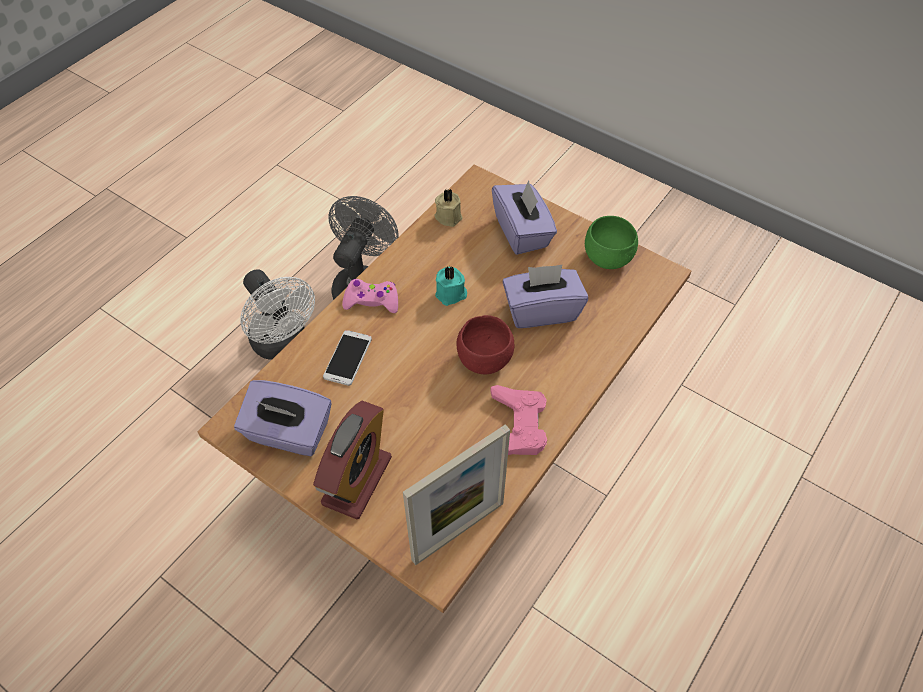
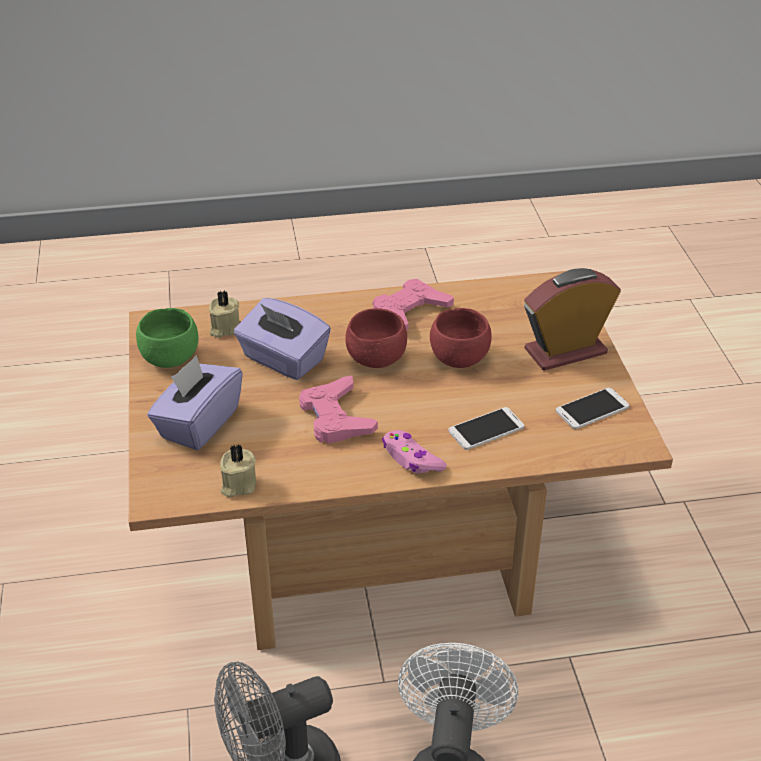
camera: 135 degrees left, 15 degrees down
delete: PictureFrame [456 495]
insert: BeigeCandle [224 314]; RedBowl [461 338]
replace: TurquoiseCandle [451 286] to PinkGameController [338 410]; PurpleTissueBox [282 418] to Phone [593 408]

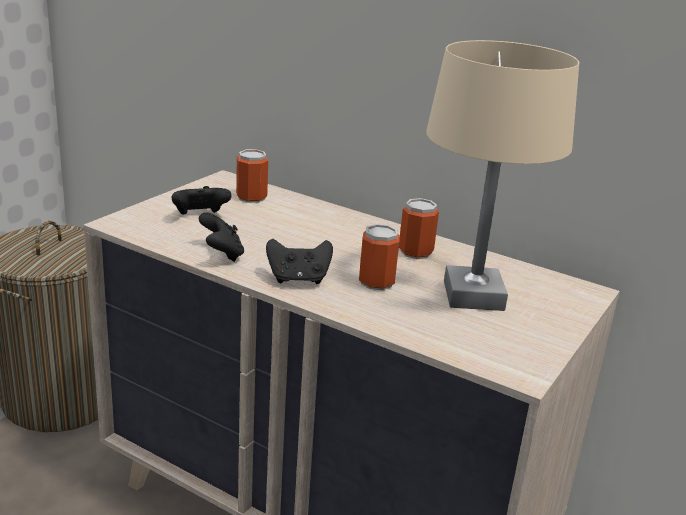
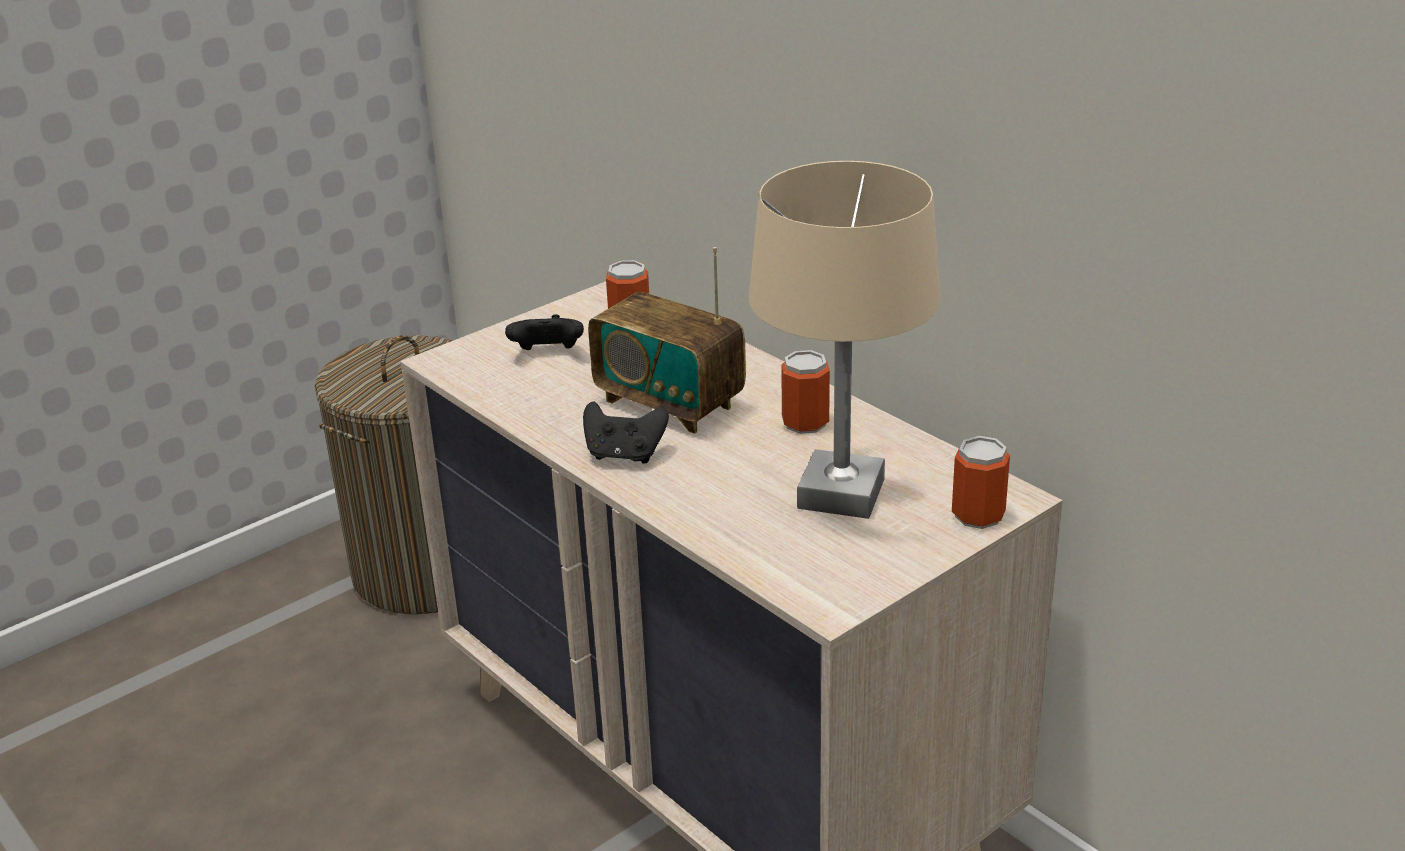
camera: 20 degrees right, 5 degrees up
delete: BlackGameController [221 237]
insert: Radio [667 340]
move: Can [379 257] to [981 482]

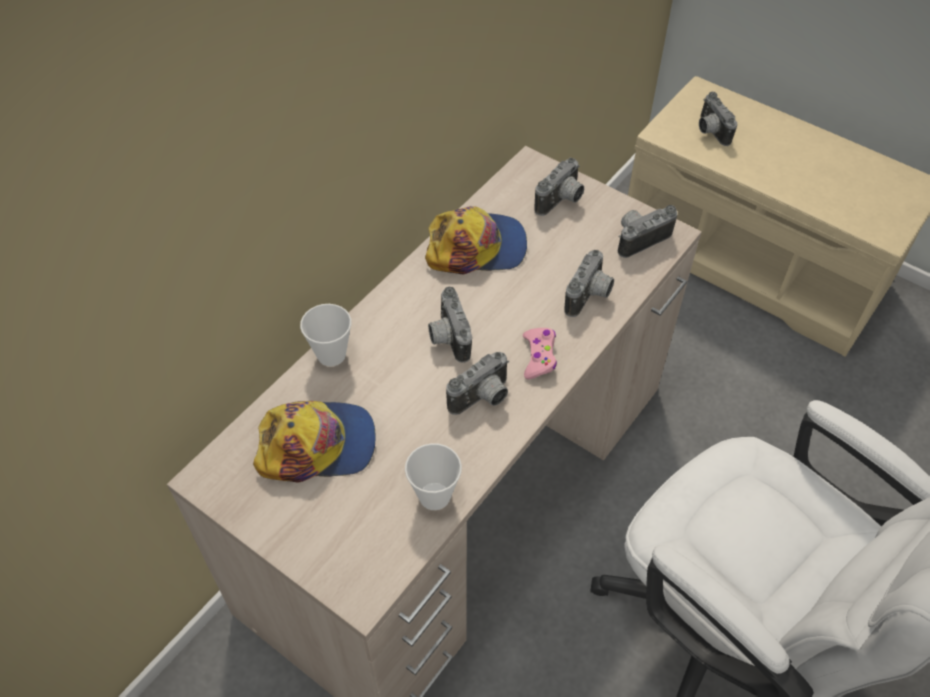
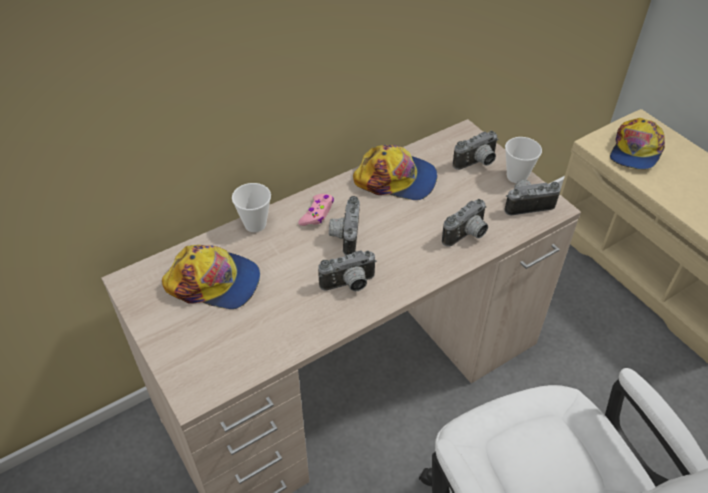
camera: 20 degrees right, 5 degrees down
move: PinkGameController [540 354] to [316 210]; Cup [433 476] to [523 160]
replace: PhotoCamera [718 119] to Cap [637 143]

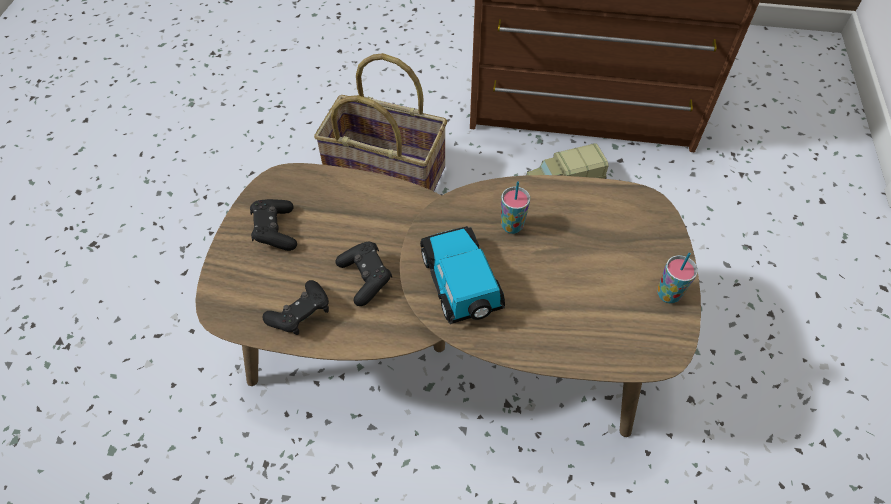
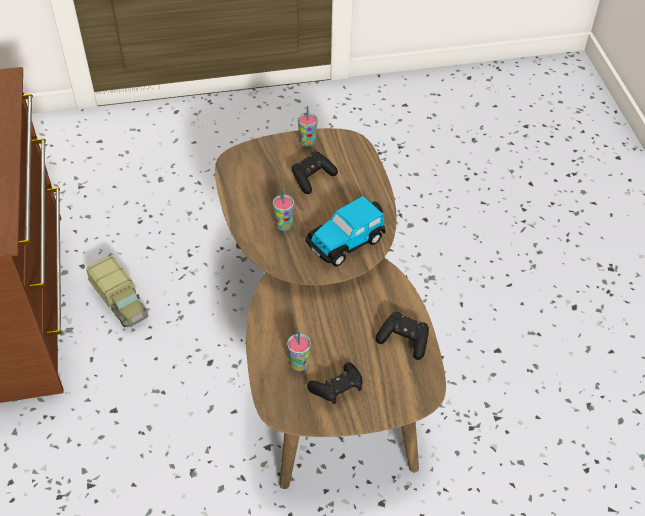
camera: 110 degrees left, 5 degrees down
delete: Basket [380 122]
insert: Cup [299 351]
move: BlackGameController [364 274] to [315 172]

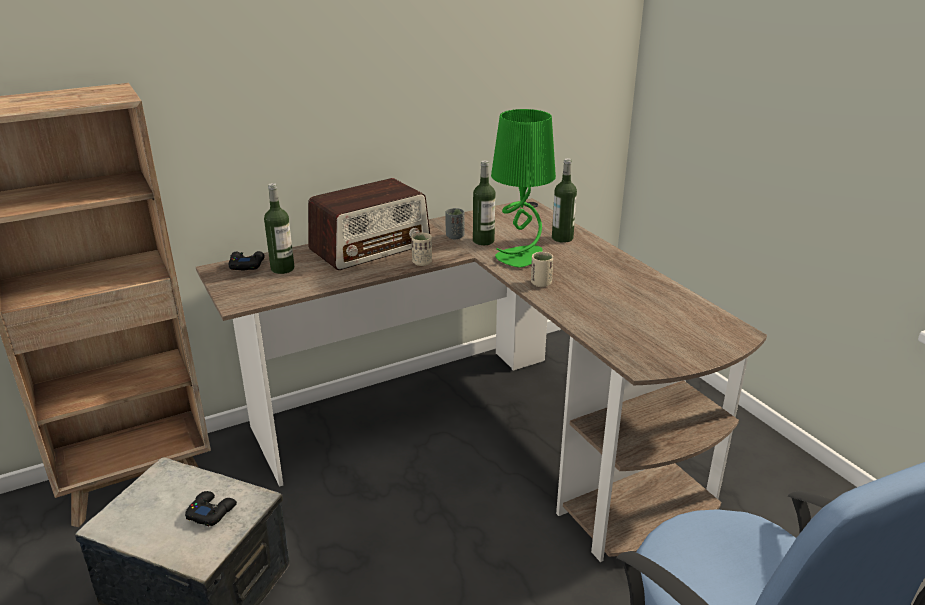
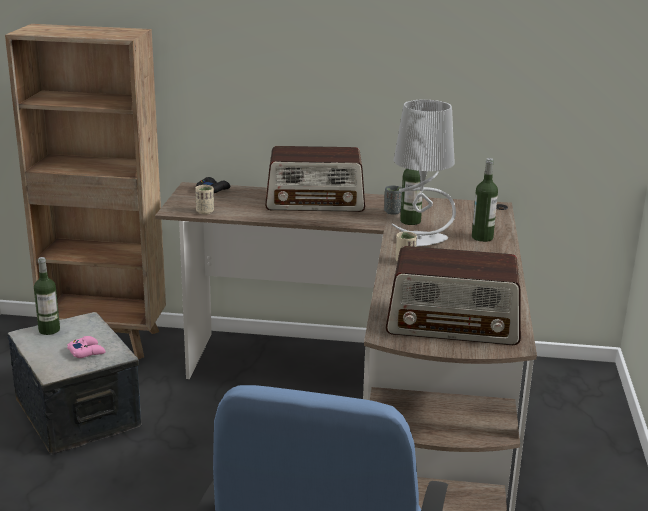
camera: 35 degrees right, 5 degrees down
insert: Radio [453 295]
move: Bottle [279 228] to [47 296]; BeigeCup [421 249] to [205 199]
recolor: GreenTableLamp [523 188] to GreyTableLamp [424 173]; BlackGameController [211 508] to PinkGameController [86 347]

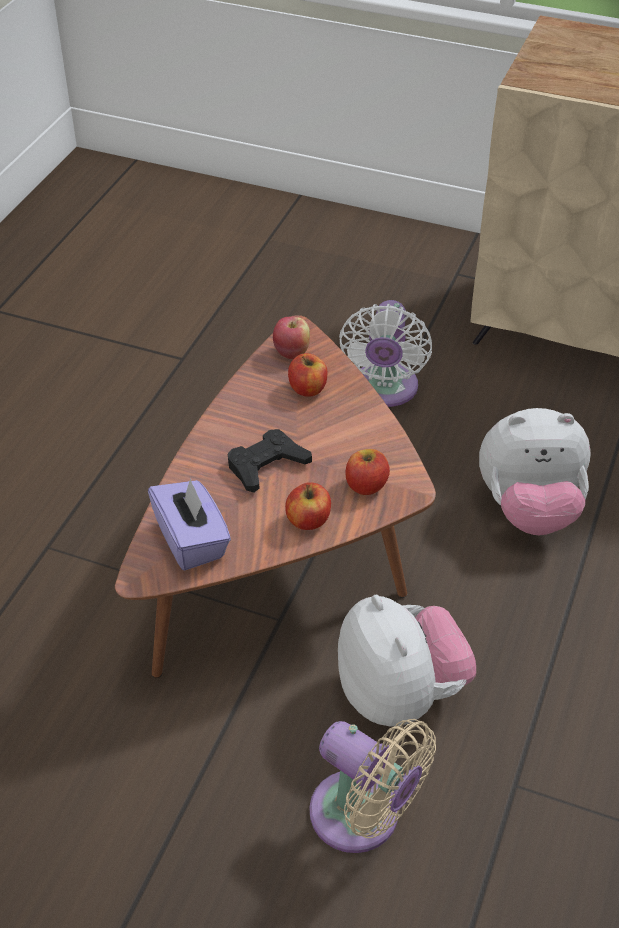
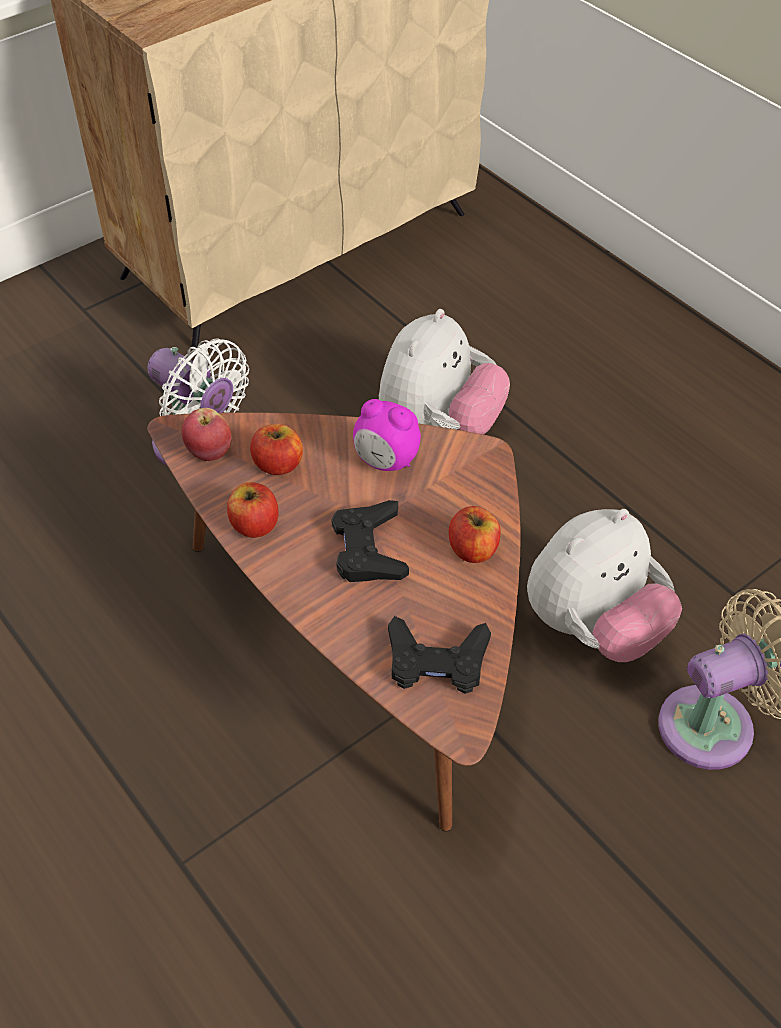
camera: 60 degrees left, 5 degrees up
insert: AlarmClock [387 435]
move: Apple [367 472] to [253 510]
replace: PurpleTissueBox [189 524] to BlackGameController [439 655]
rotate: PlushToy [407 660] = [604 585] 135 degrees clockwise

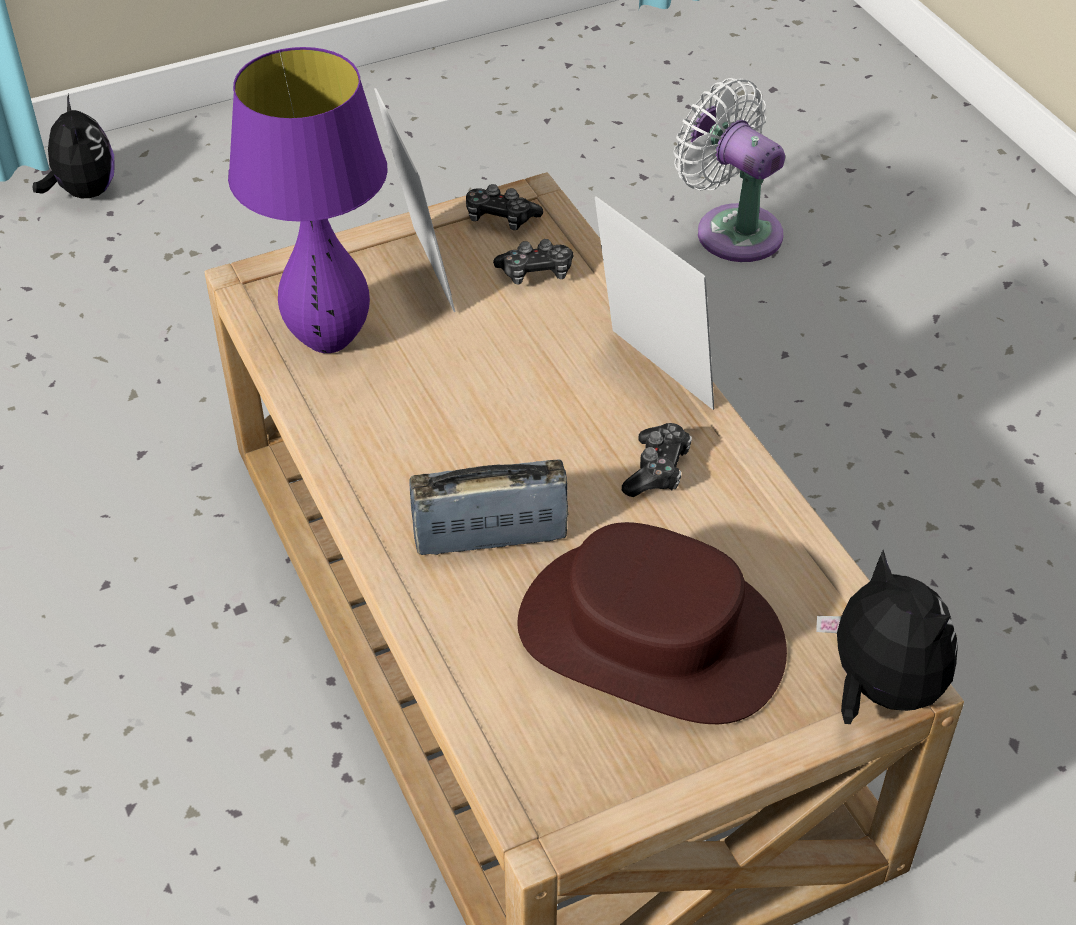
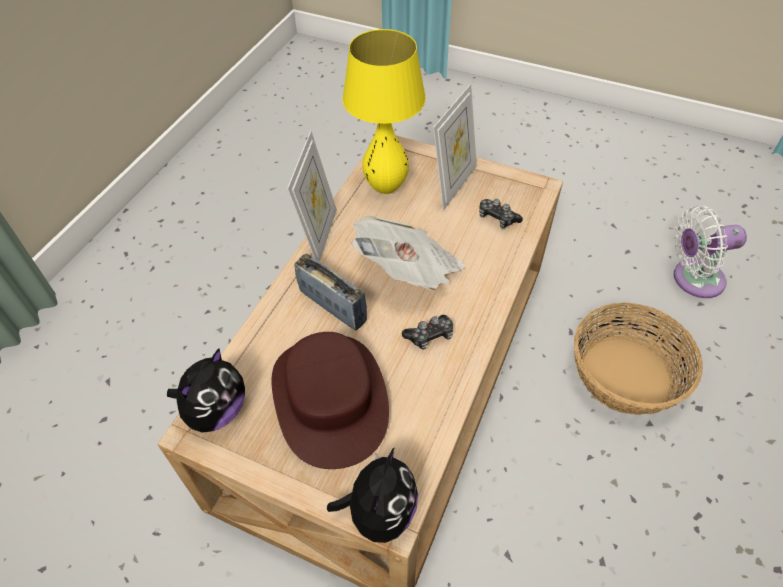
camera: 50 degrees right, 5 degrees up
delete: GameController [504 207]
insert: Newspaper [408 253]; Basket [638 358]
move: PlushToy [73 146] to [206 390]; PictureFrame [654 303] to [312 196]
recolor: PurpleTableLamp [308 200] to YellowTableLamp [384 111]
rotate: WhiteFan [729 170] = [710 251] 105 degrees counterclockwise

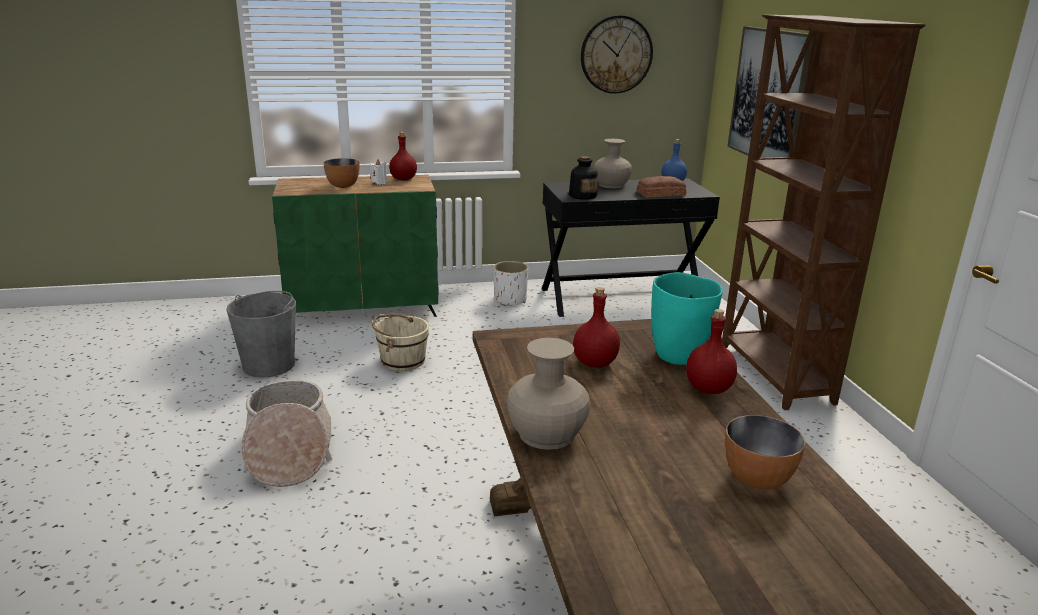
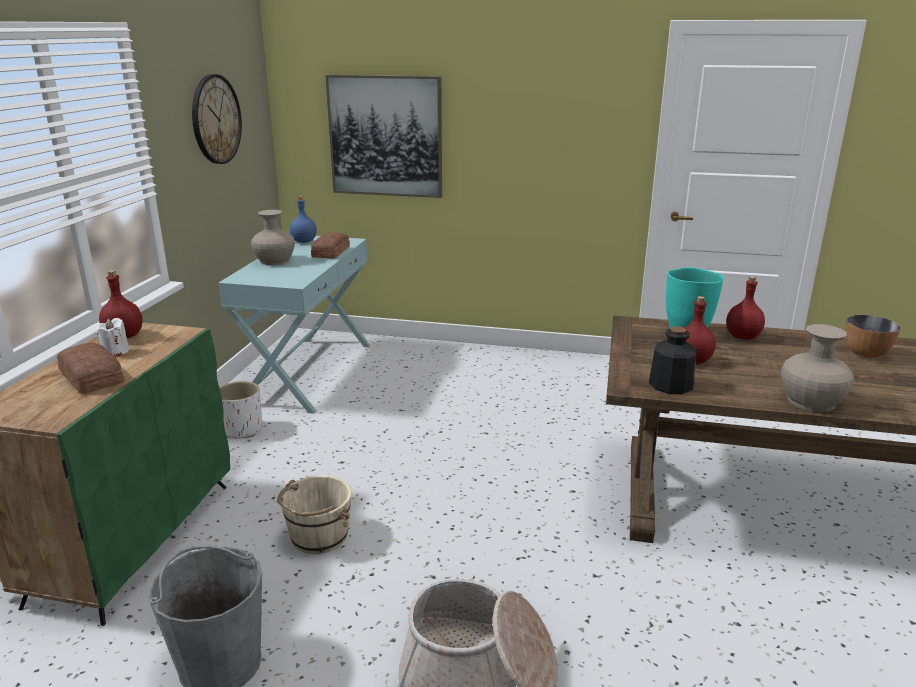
camera: 65 degrees left, 0 degrees up
delete: BrownBookcase [824 212]
move: Bottle [583 178] to [673 360]
replace: Bowl [341 173] to Bread [90 368]
recolor: BlackConsoleTable [631 247] to TurquoiseConsoleTable [294 325]

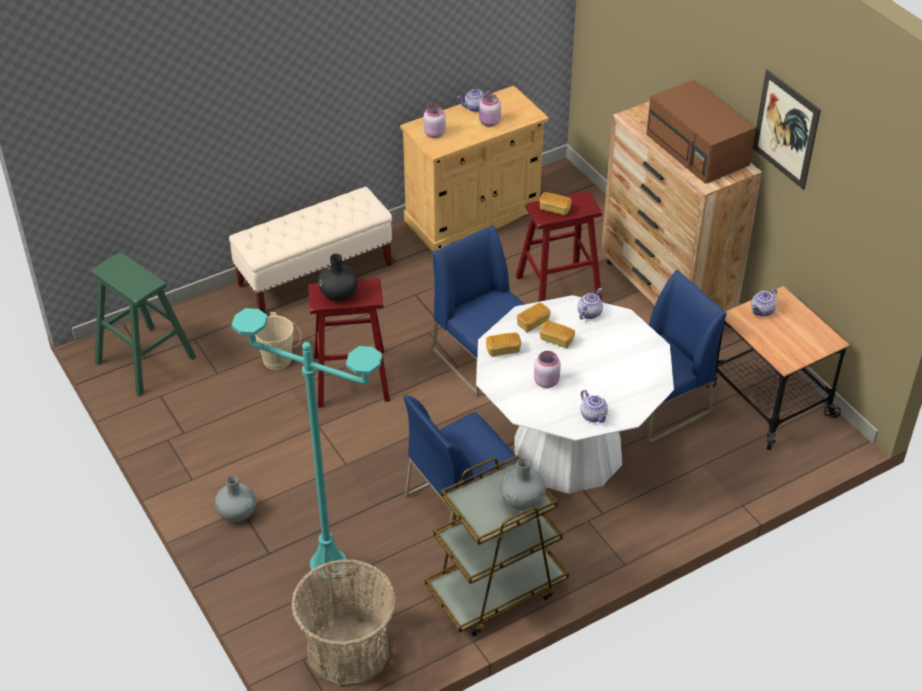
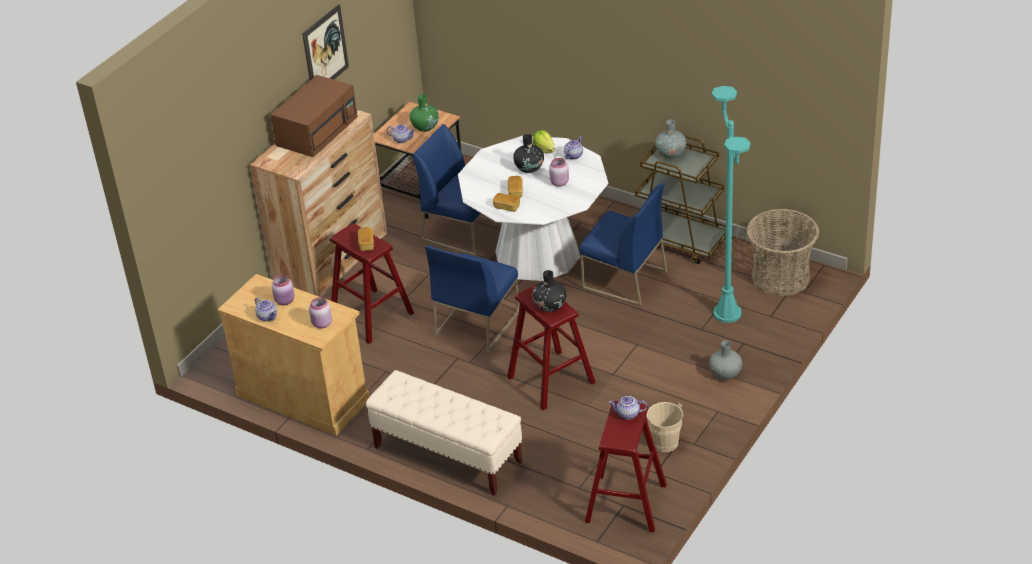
camera: 115 degrees left, 5 degrees down
delete: Bread [503 344]
insert: GreenVase [424 113]; Lettuce [544 142]; BlackVase [528 153]
move: Teapot [590 304] to [628 408]; BeigeBucket [278 341] to [665 427]
recolor: GreenStool [143 324] to RedStool [626 467]

